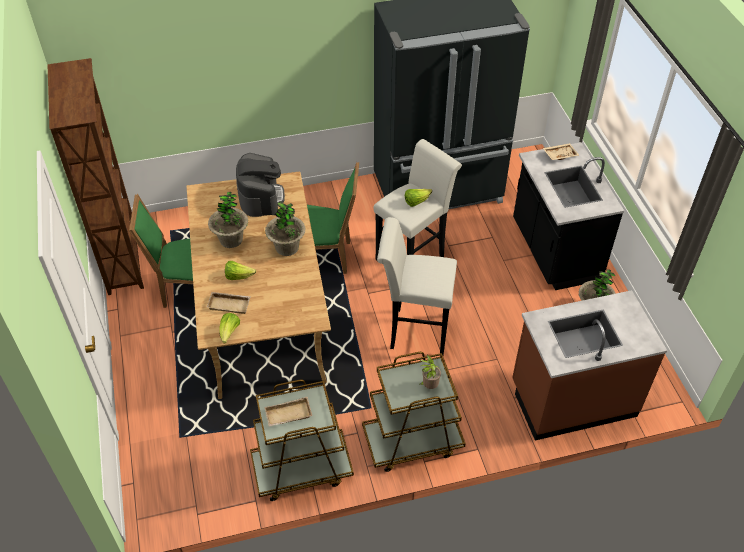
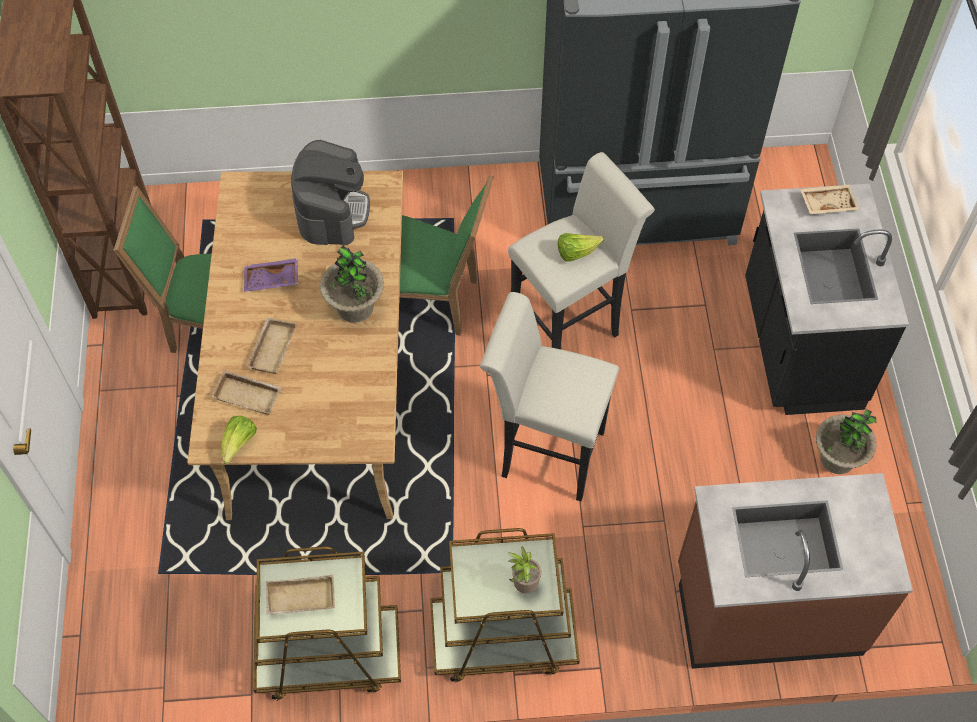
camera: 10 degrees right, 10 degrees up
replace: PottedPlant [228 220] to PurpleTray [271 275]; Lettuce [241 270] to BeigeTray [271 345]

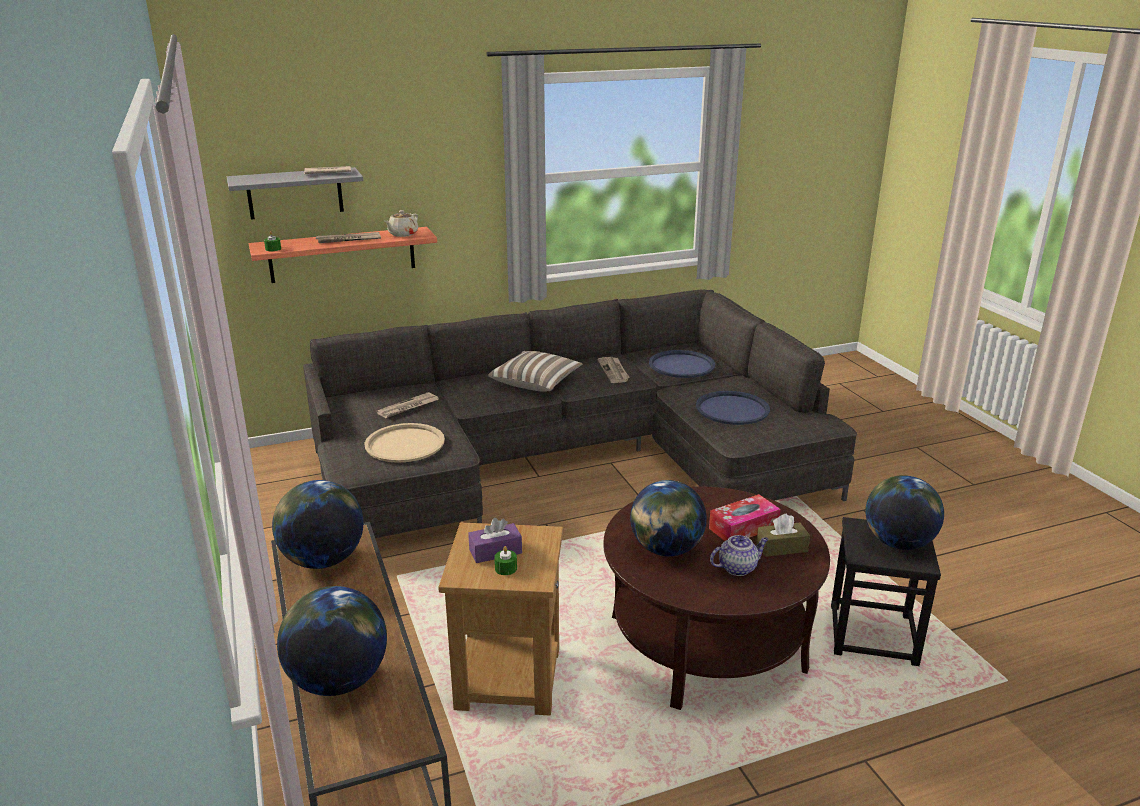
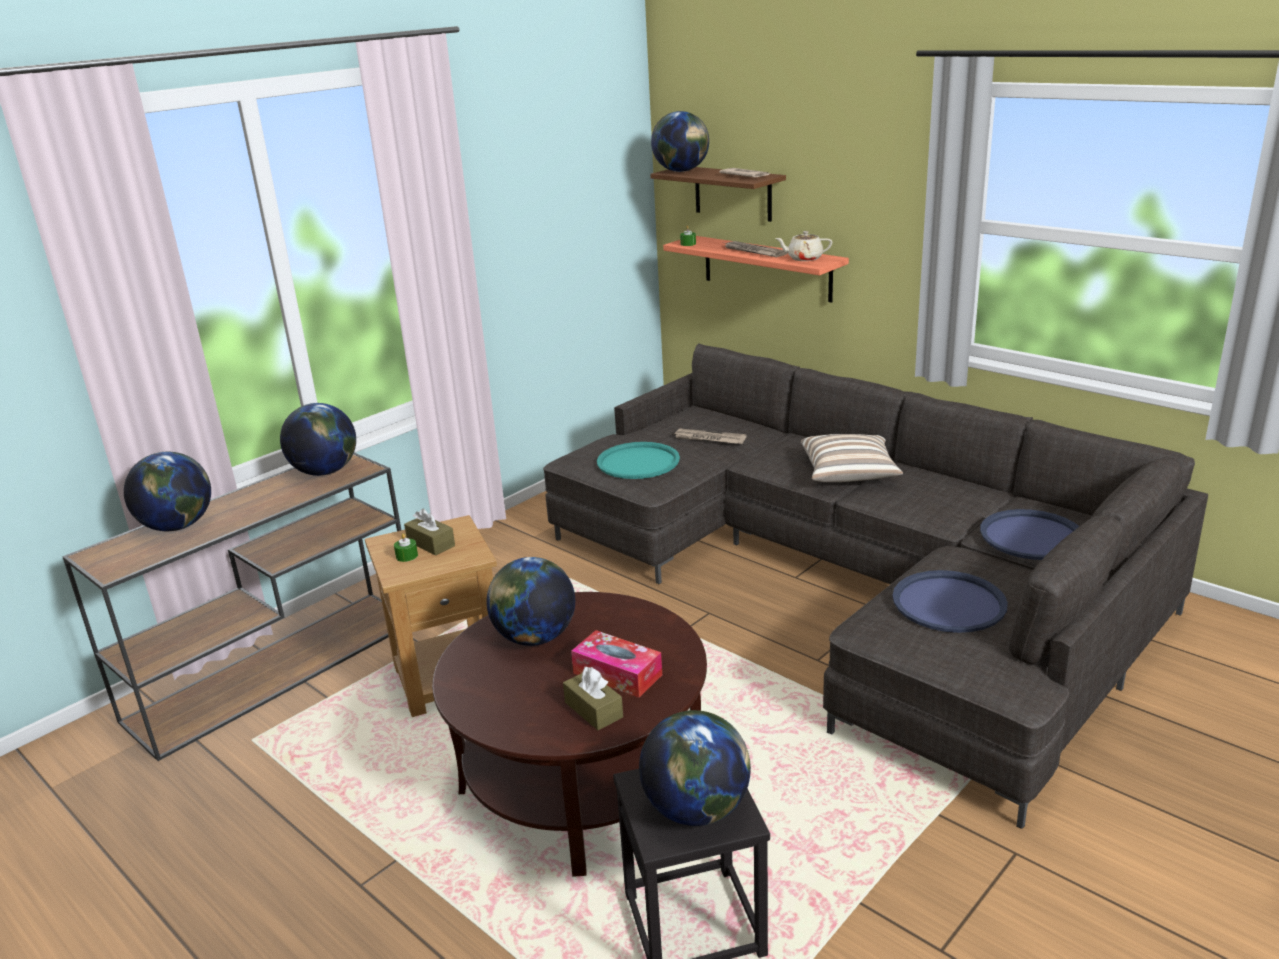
camera: 65 degrees right, 0 degrees up
delete: Newspaper [613 370]; Teapot [739 555]
insert: Globe [680 141]
recolor: GreyShelf [295 193] to BrownShelf [718 194]; BeigeTray [404 443] to TurquoiseTray [638 460]; PurpleTissueBox [495 540] to BrownTissueBox [429 532]

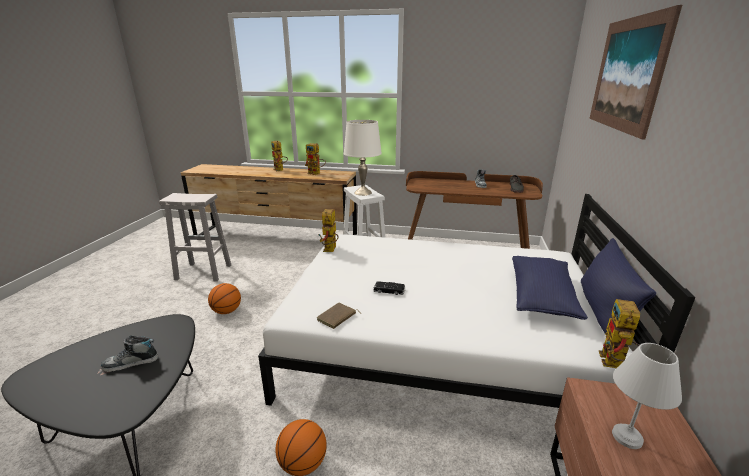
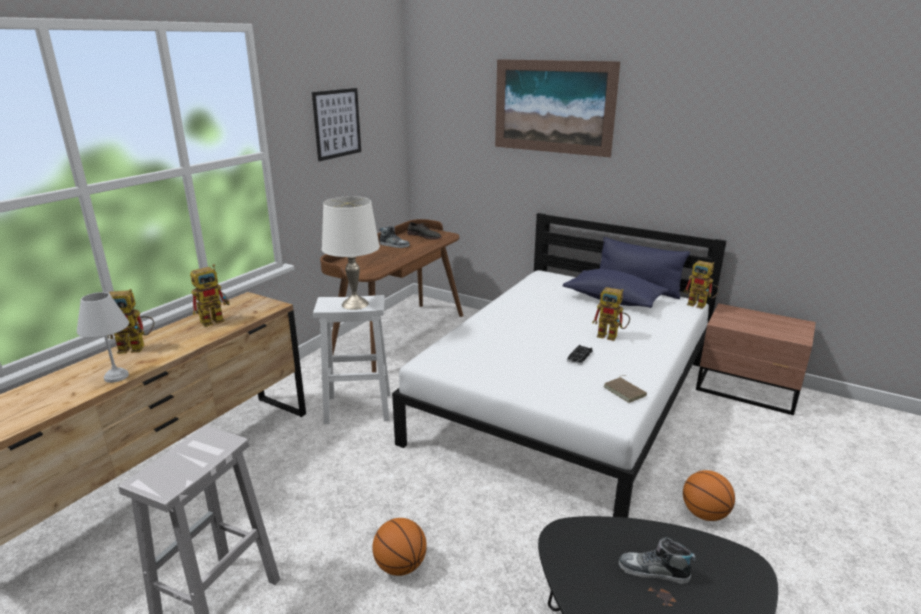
camera: 70 degrees left, 0 degrees up
insert: Picture [336 124]
move: ToyRobot [328 230] to [611 314]; WhiteTableLamp [647 396] to [103 337]
rotate: Shoe [129 353] = [657 560] 105 degrees clockwise

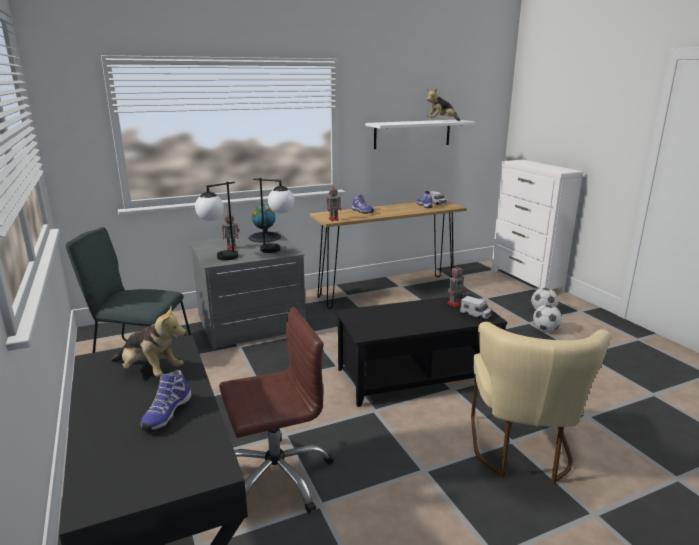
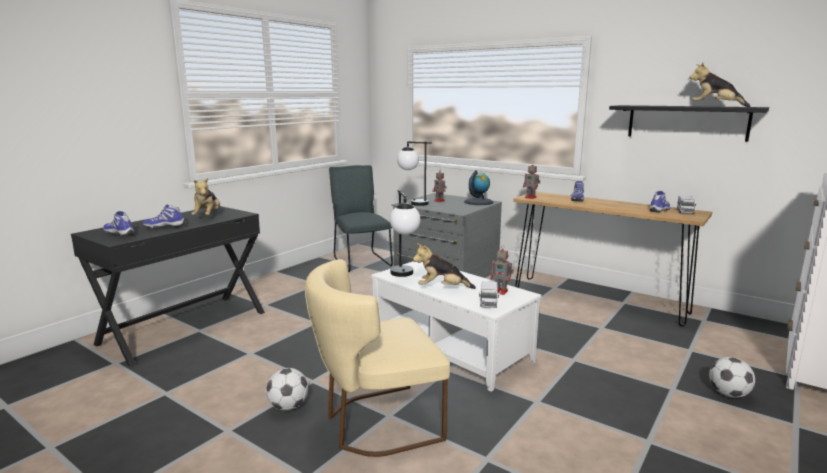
camera: 60 degrees right, 5 degrees down
delete: BrownOfficeChair [276 410]
insert: Shoe [118 224]; PlushToy [444 266]
move: TableLamp [273 215] to [405 233]; Football [547 318] to [287 389]
recolor: WhiteShelf [420 134] to BlackShelf [689 123]; BlackCoffeeTable [421 350] to WhiteCoffeeTable [456 326]

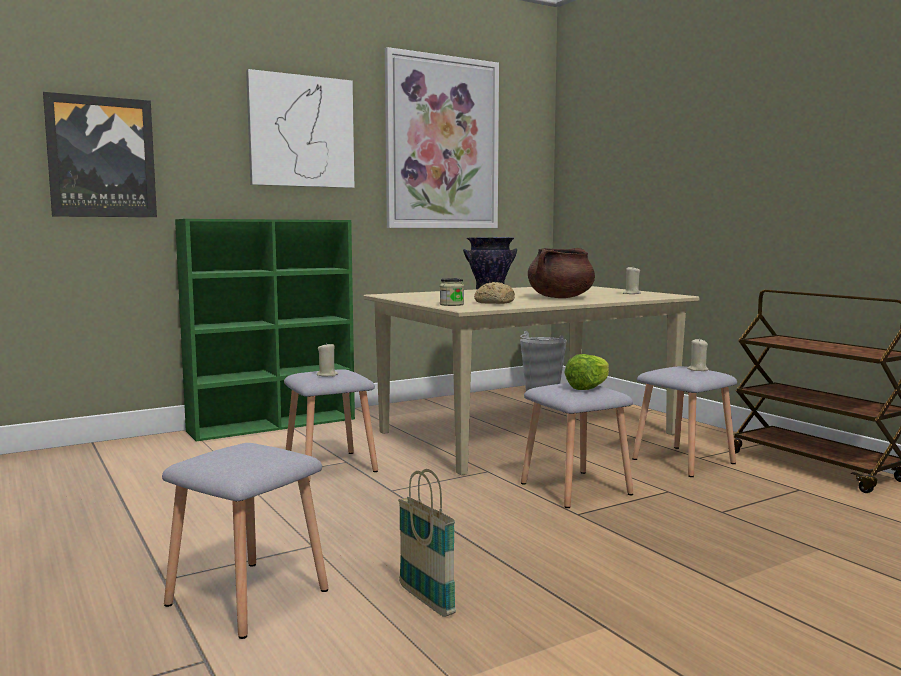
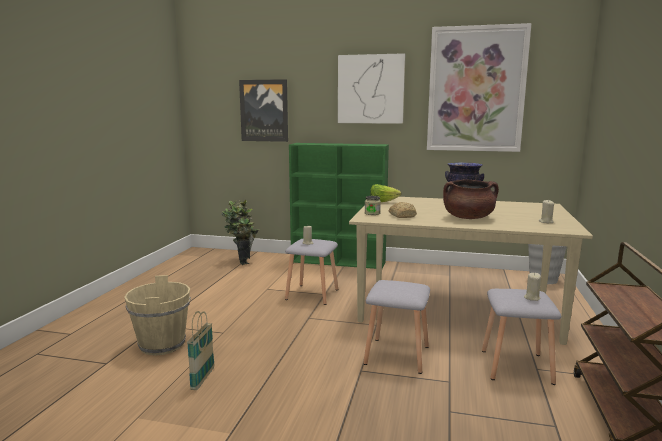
camera: 45 degrees right, 5 degrees up
insert: PottedPlant [240 232]
move: Lettuce [586 372] to [386 193]
replace: GreyStool [245 541] to BeigeBucket [157 315]

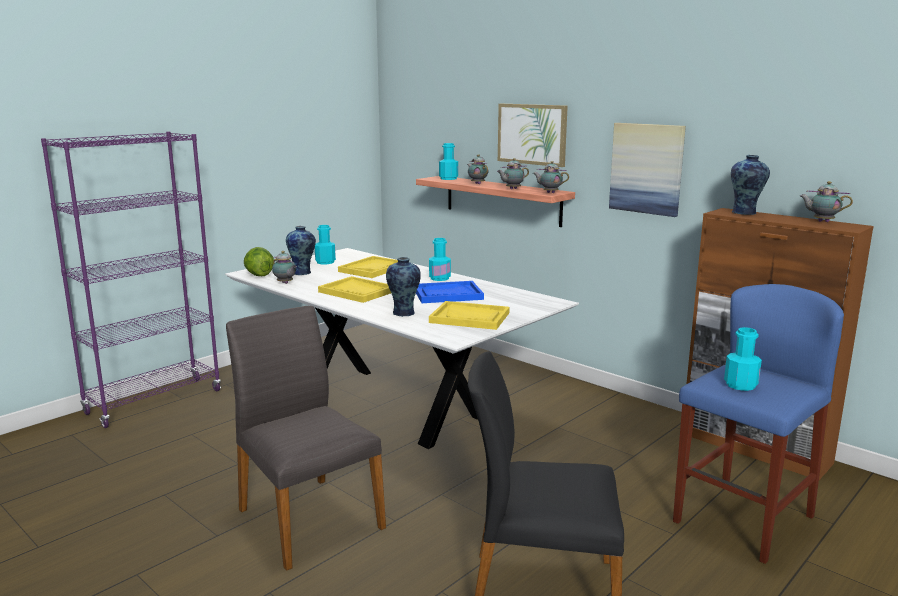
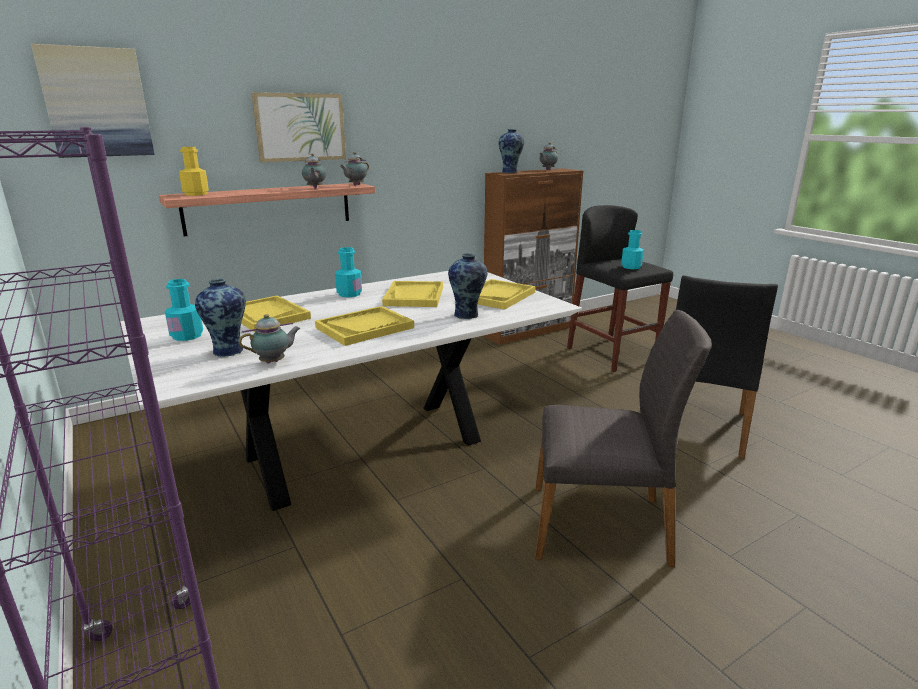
camera: 75 degrees left, 5 degrees up
delete: Teapot [478 169]; Lettuce [259 261]
move: Picture [647 170] to [93 101]
recolor: TurquoiseBottle [448 161] to YellowBottle [194 171]; BlueTray [450 292] to YellowTray [412 294]; BlueStool [758 424] to BlackStool [620 288]
rotate: GreyChair [306 438] = [623 438] 150 degrees counterclockwise

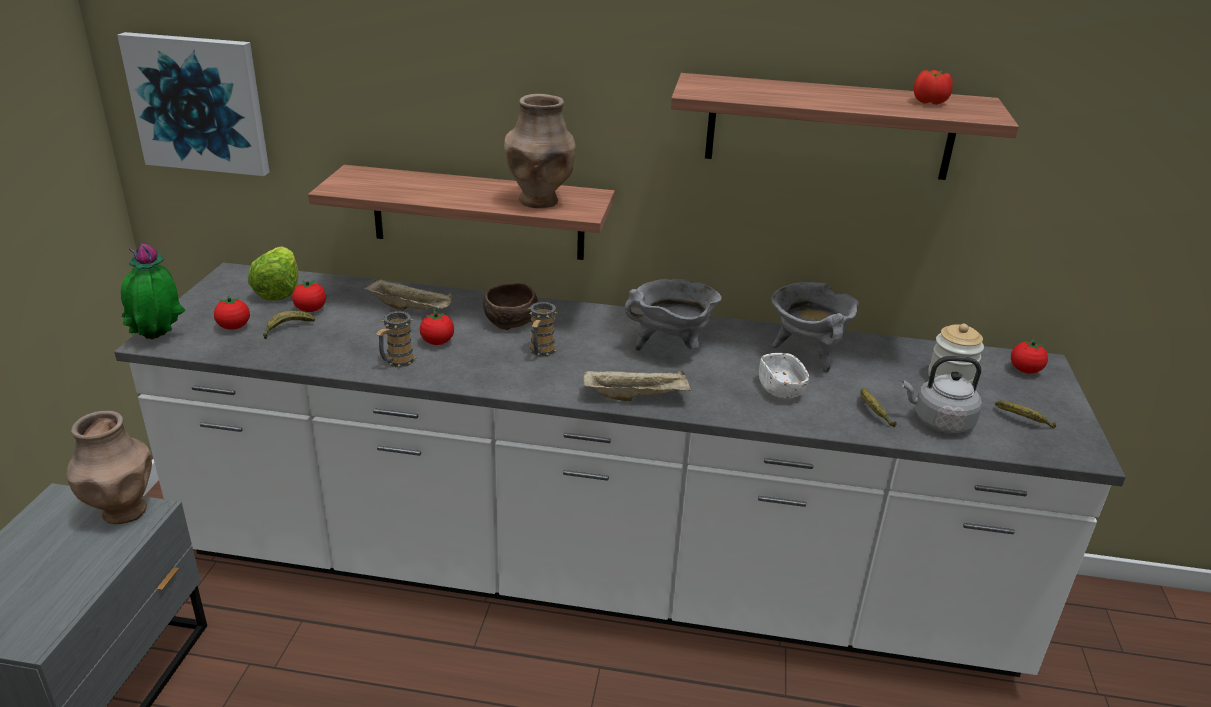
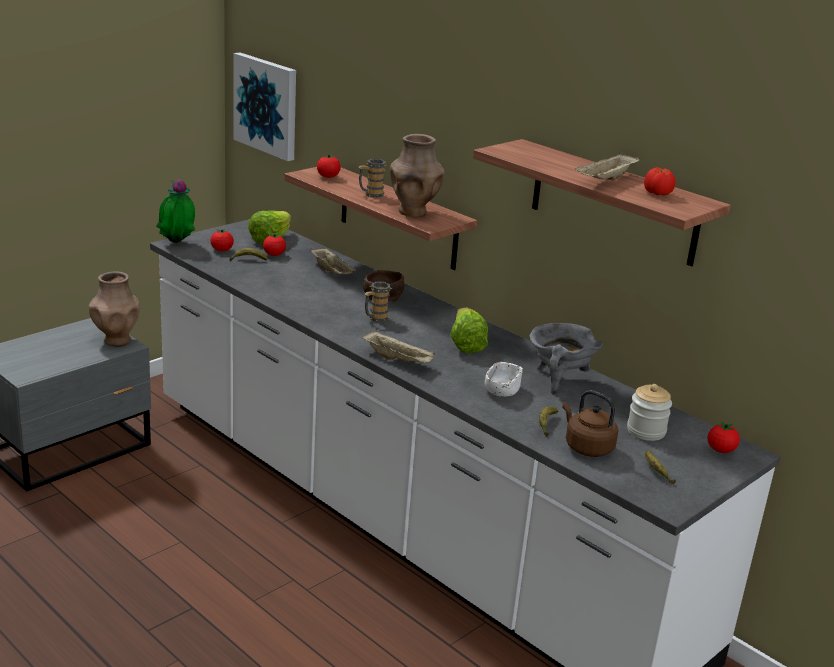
camera: 35 degrees right, 5 degrees down
insert: BeigeTray [607 166]
move: Tomato [437 327] to [329 166]; Mug [396 339] to [372 178]
replace: GreyCookingPot [673 315] to Lettuce [469 331]
recolor: GreyKettle [942 394] to BrownKettle [590 423]

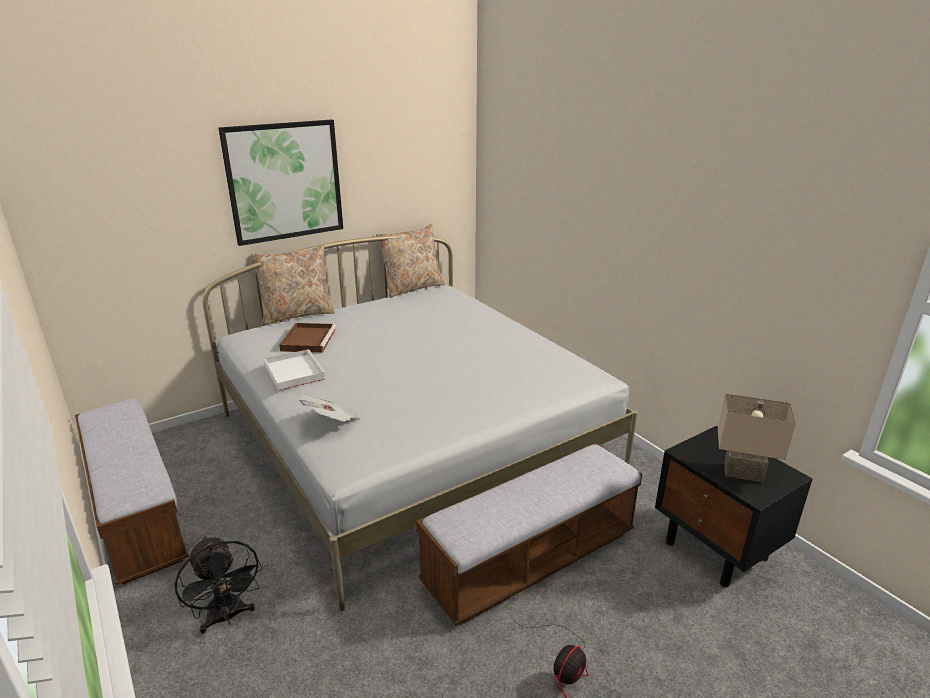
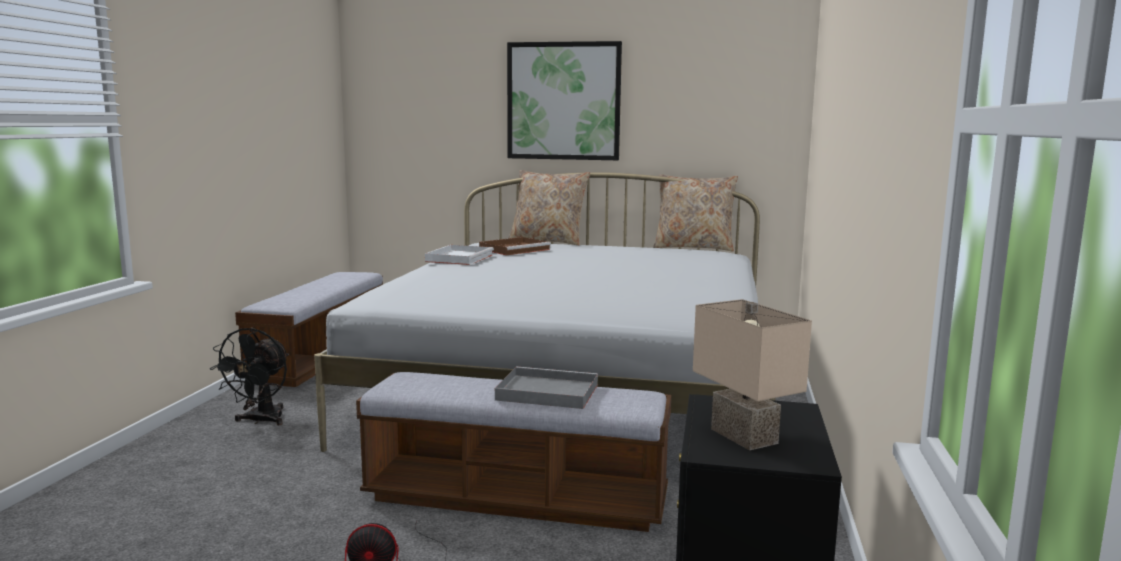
camera: 45 degrees right, 15 degrees down
delete: Newspaper [329 408]
insert: GreyTray [546 387]

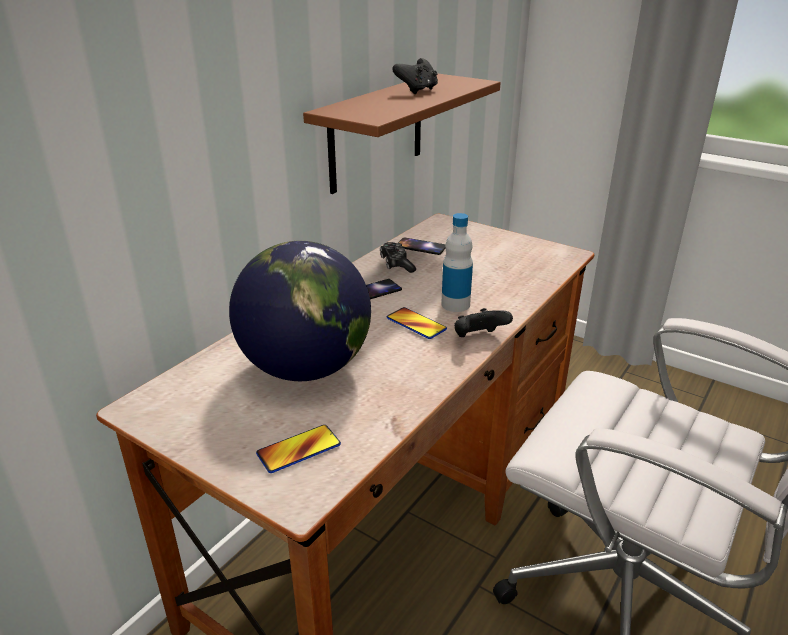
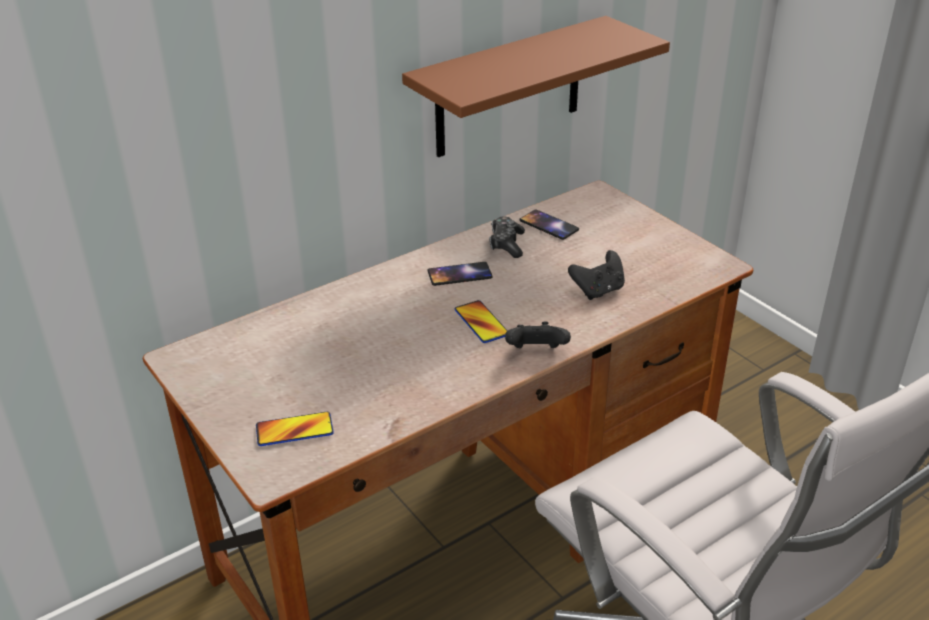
camera: 20 degrees right, 5 degrees up
delete: Bottle [457 262]; Globe [300 311]
move: BlackGameController [415 76] to [596 275]

